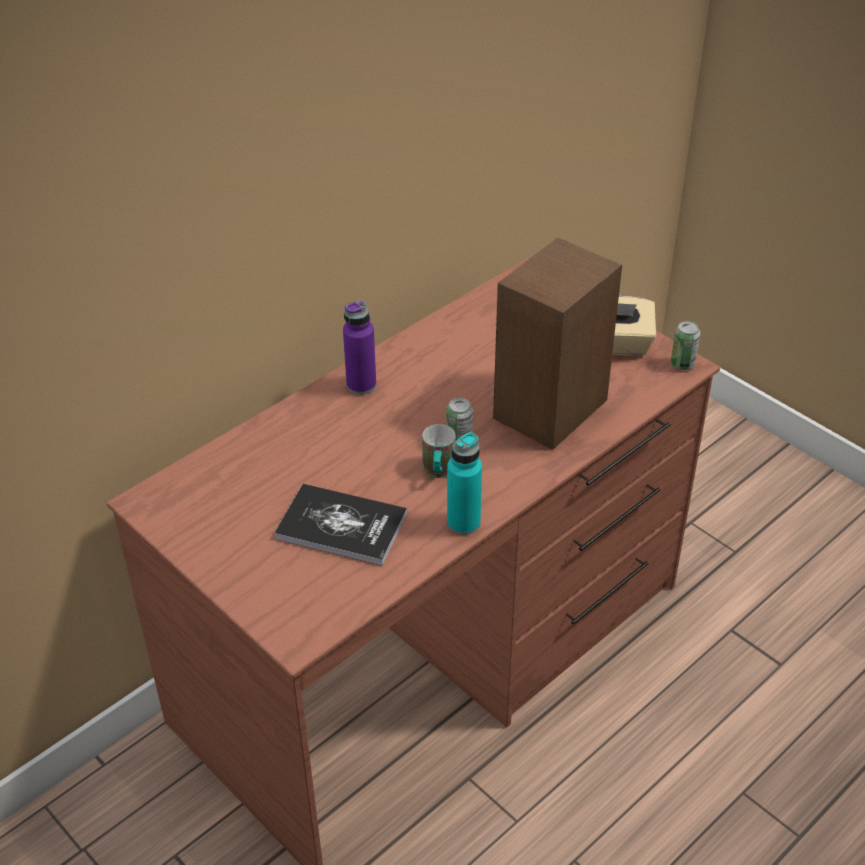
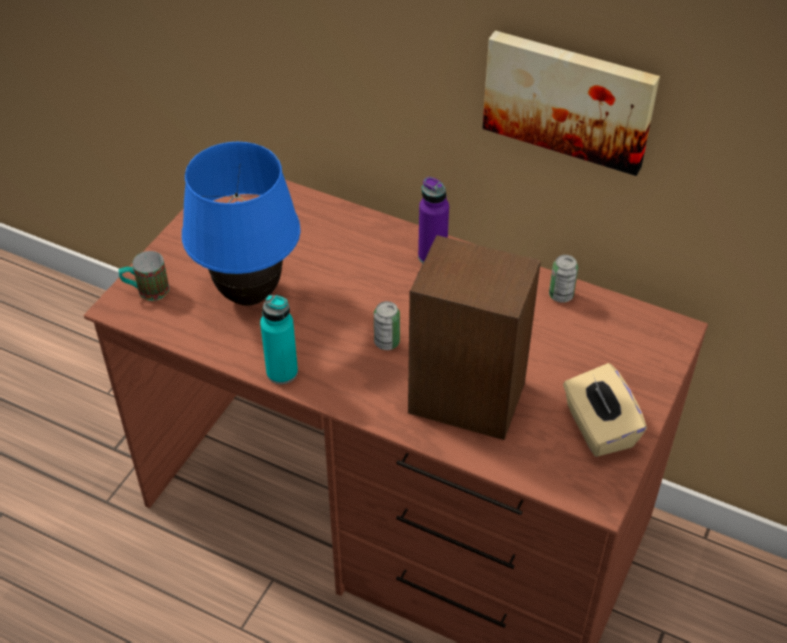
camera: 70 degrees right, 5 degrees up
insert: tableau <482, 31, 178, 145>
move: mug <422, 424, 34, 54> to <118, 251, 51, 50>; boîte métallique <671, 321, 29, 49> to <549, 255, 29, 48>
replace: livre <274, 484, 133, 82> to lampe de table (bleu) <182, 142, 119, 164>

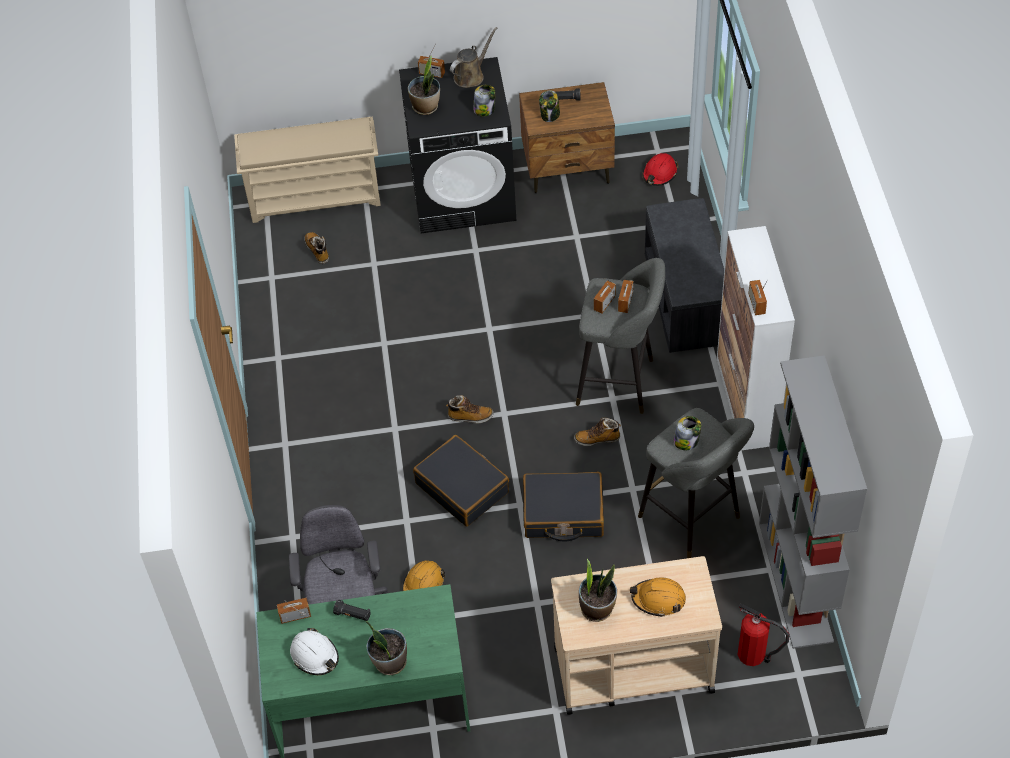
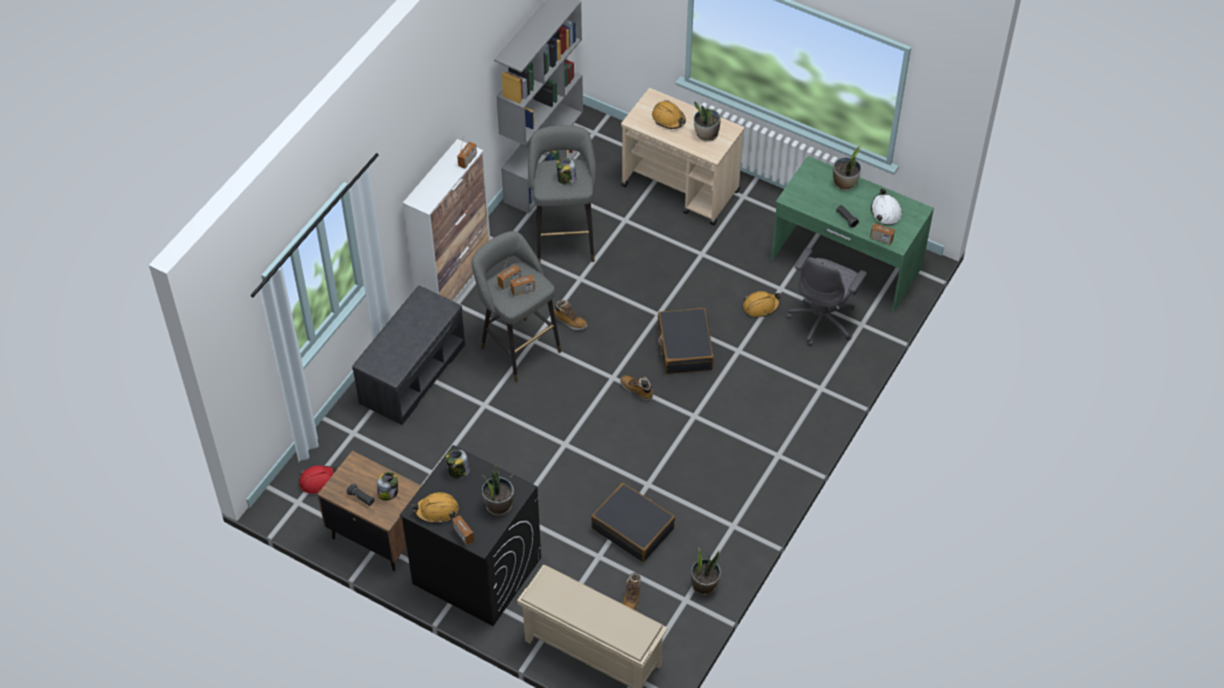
camera: 145 degrees left, 0 degrees up
delete: extincteur <738, 603, 51, 63>
insert: plante en pot <691, 547, 30, 48>
move: valise (noir) <523, 472, 81, 69> to <591, 483, 84, 79>
replace: arrosoir (marron) <450, 27, 47, 61> to casque de chantier (orange) <412, 492, 47, 32>

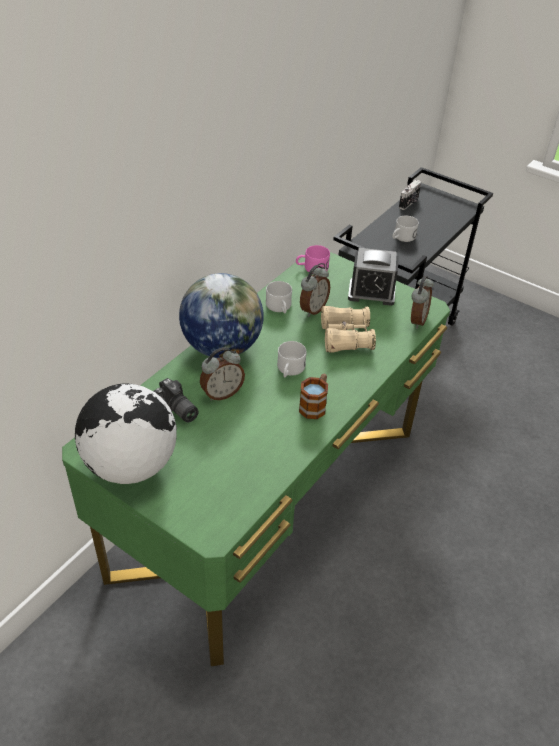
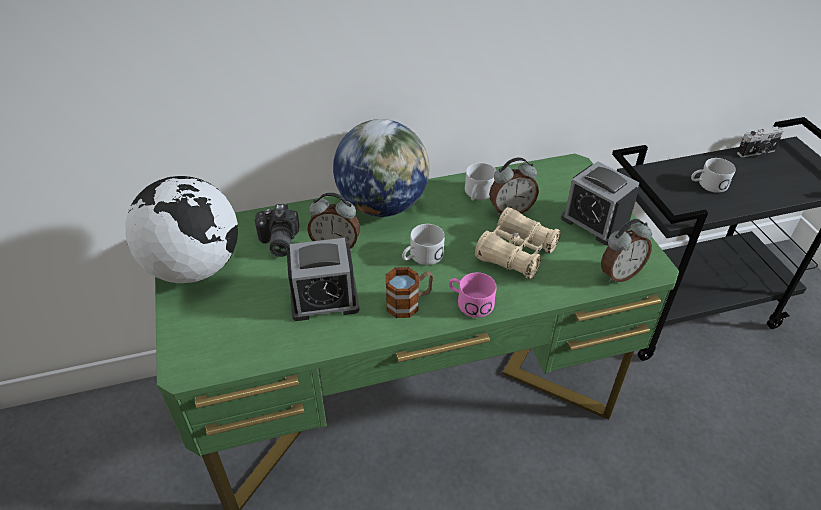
camera: 40 degrees right, 0 degrees up
insert: réveil <287, 238, 72, 83>
move: mug (rose) <296, 245, 34, 29> to <449, 273, 47, 45>

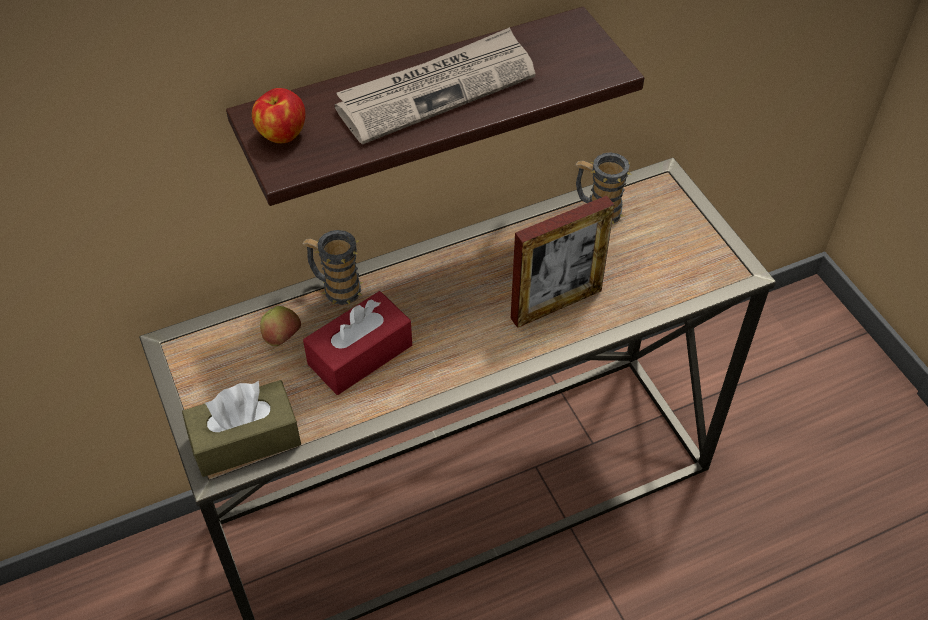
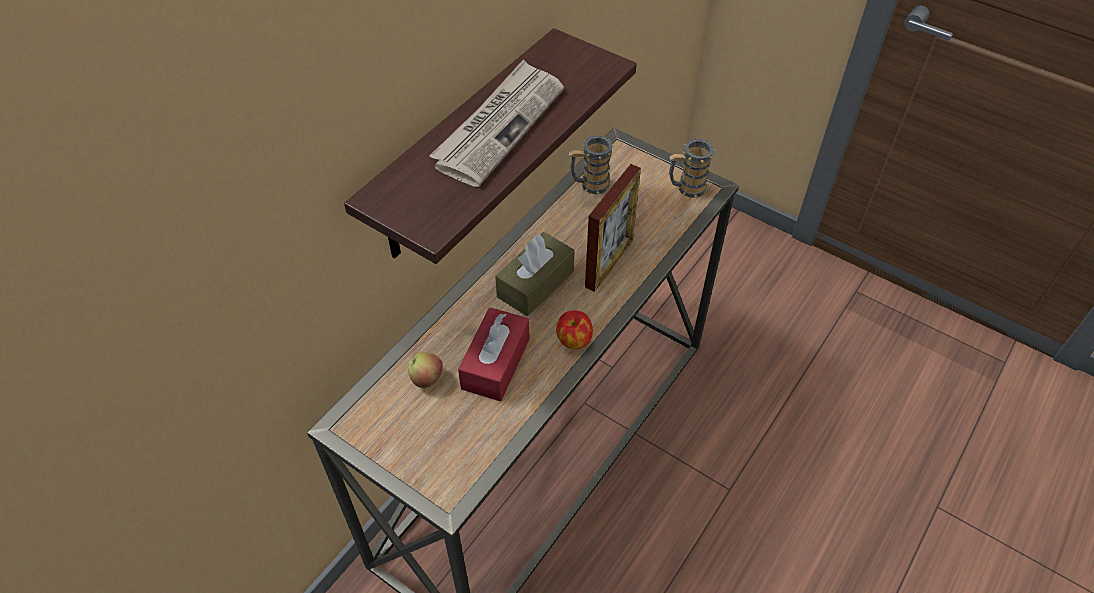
camera: 30 degrees left, 0 degrees up
move: boîte à mouchoirs (marron) <182, 380, 119, 97> to <495, 232, 80, 84>; pomme <252, 88, 53, 55> to <556, 310, 37, 39>; mug <303, 230, 60, 75> to <669, 139, 46, 59>

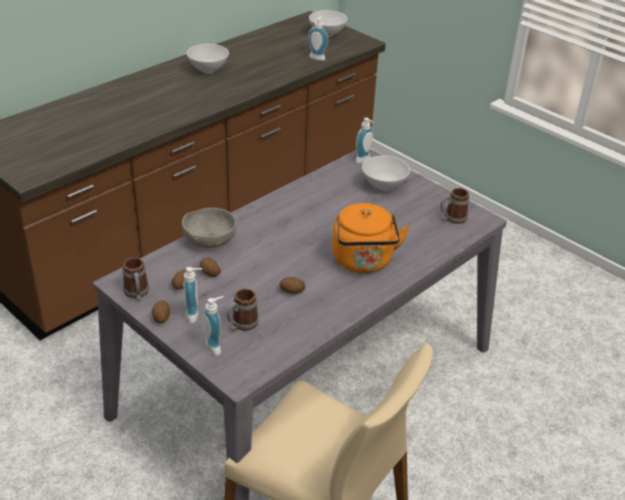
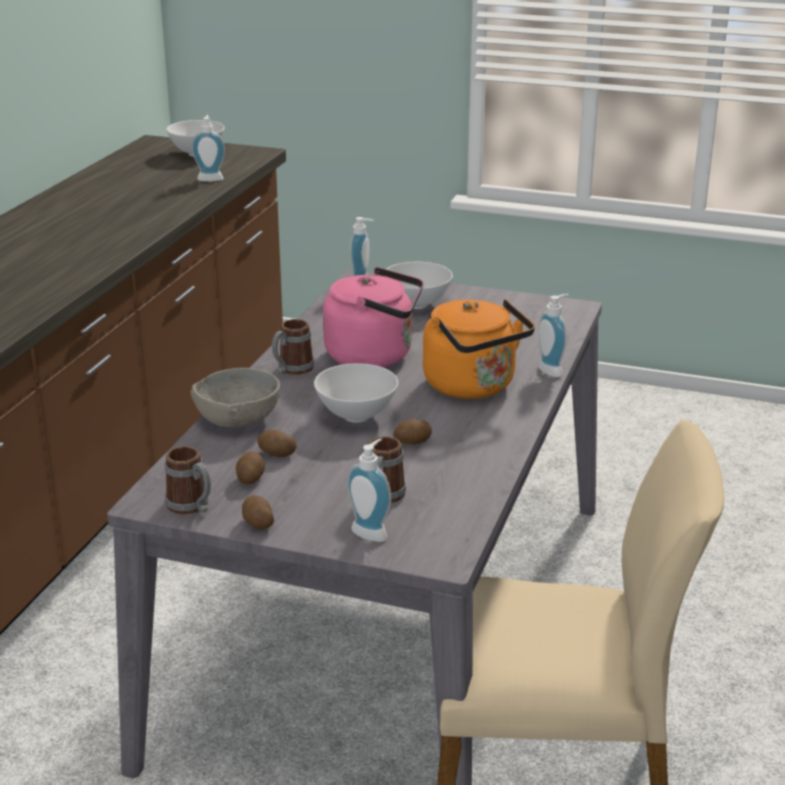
camera: 25 degrees left, 10 degrees down
insert: bouilloire (rose) <323, 267, 100, 100>
move: distributeur de savon <183, 267, 19, 56> to <538, 294, 31, 83>; bol (blanc) <187, 44, 42, 30> to <314, 363, 84, 60>; mug <440, 188, 29, 36> to <272, 319, 42, 56>

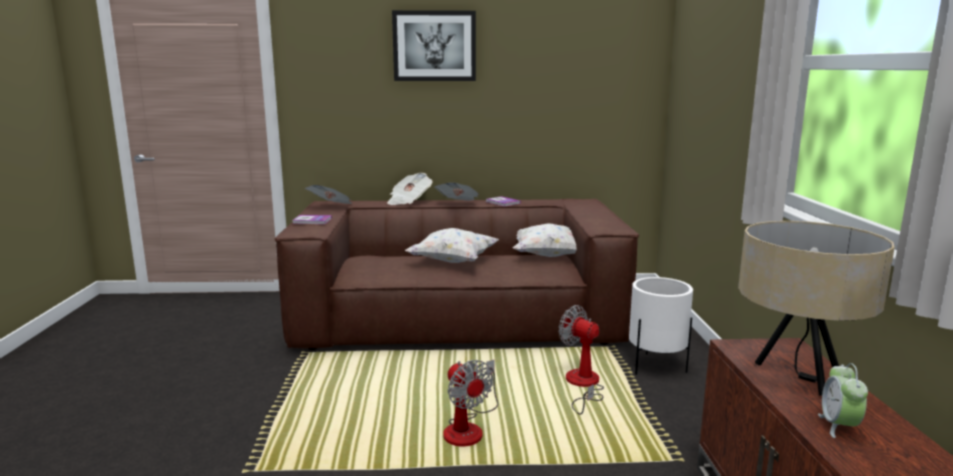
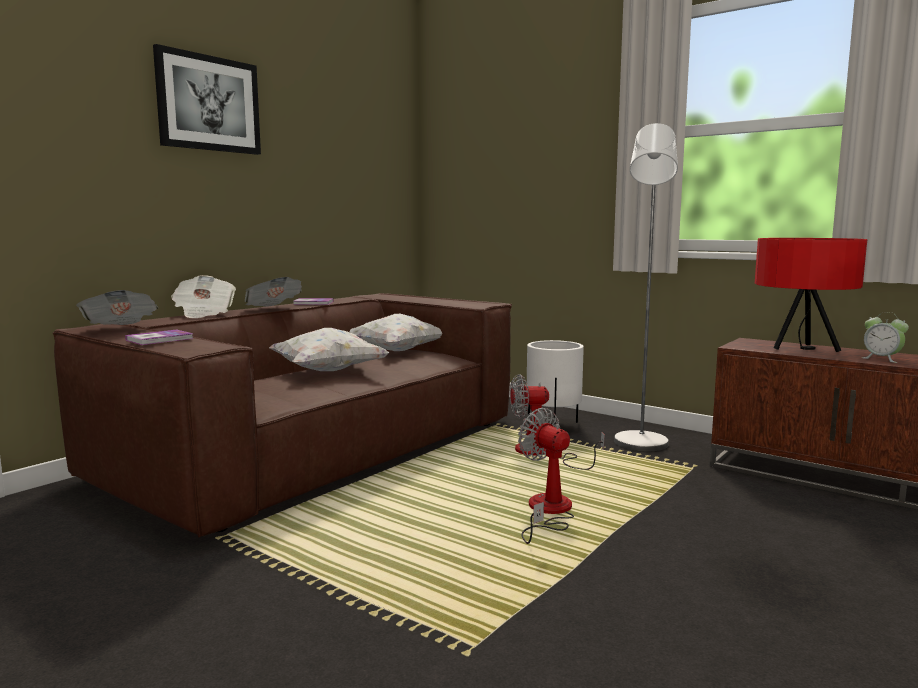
camera: 50 degrees left, 5 degrees down
insert: lampadaire (gris) <614, 123, 64, 328>
recolor: lampe de table (beige) <738, 221, 156, 175> to lampe de table (rouge) <755, 238, 112, 114>
rotate: ventilateur <443, 360, 55, 86> = <518, 408, 56, 136> 135 degrees counterclockwise

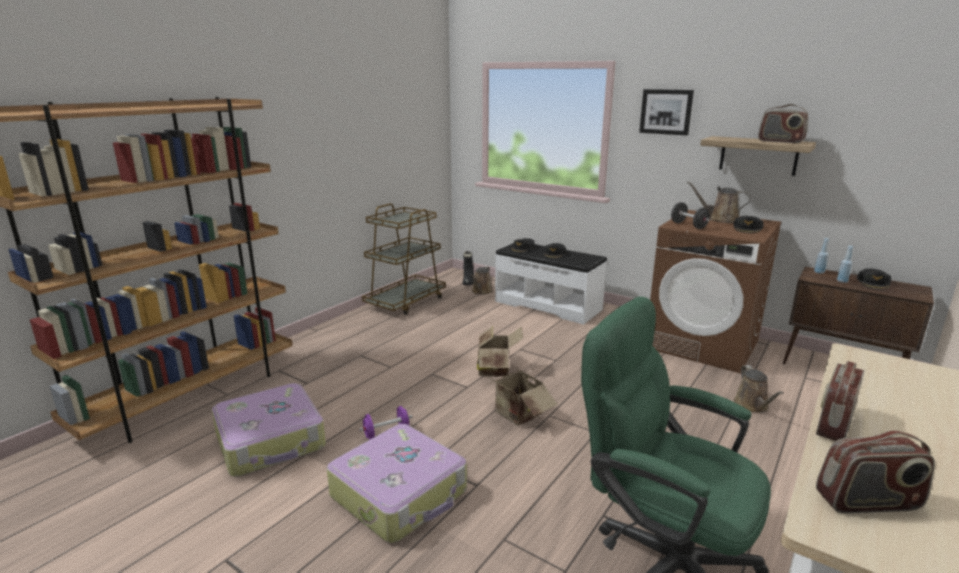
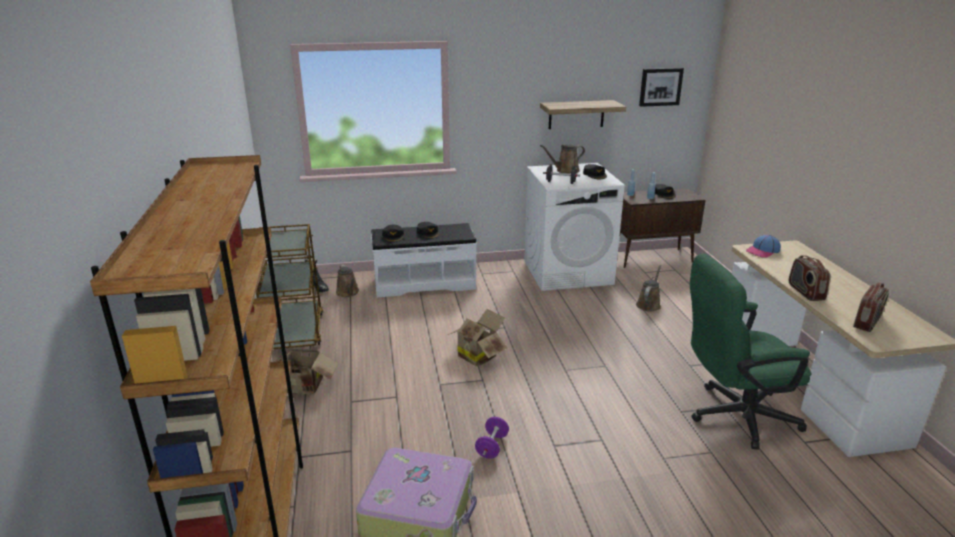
camera: 45 degrees left, 5 degrees up
delete: valise <327, 424, 140, 119>; radio <758, 104, 50, 39>
insert: casquette <746, 235, 35, 23>
move: carton <484, 367, 74, 59> to <276, 348, 62, 46>; tableau <639, 89, 55, 46> to <639, 68, 45, 39>
recolor: lave-linge (marron) <650, 210, 131, 163> to lave-linge (blanc) <524, 163, 101, 128>
rotate: arrosoir (marron) <734, 365, 50, 48> = <636, 265, 25, 46> 105 degrees counterclockwise

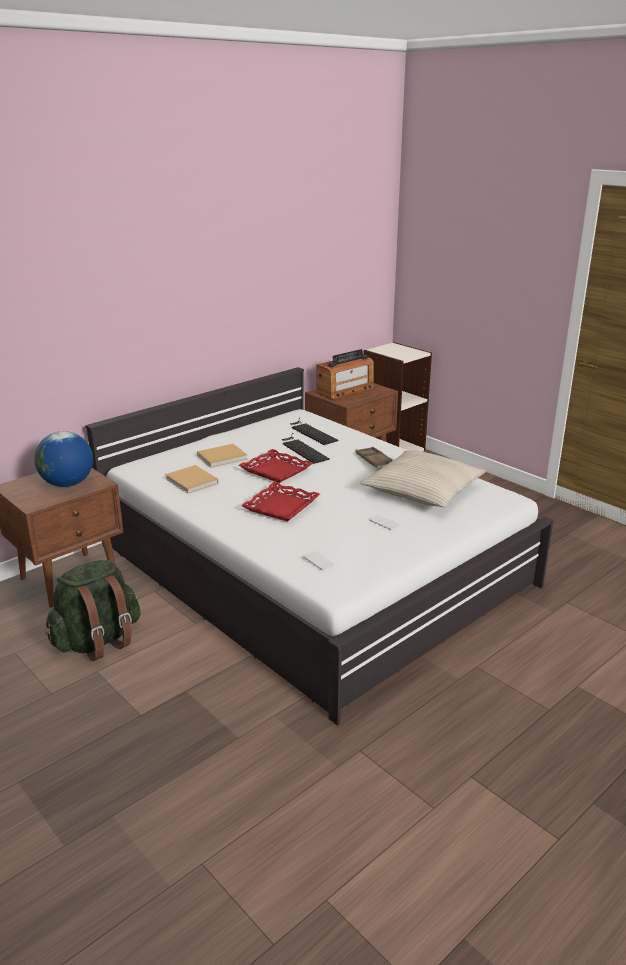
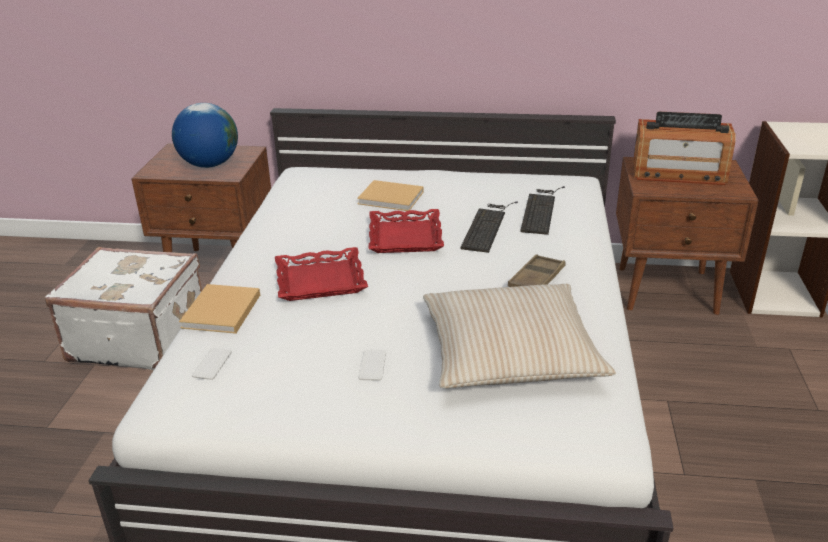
camera: 50 degrees right, 5 degrees up
move: livre (beige) <165, 465, 54, 29> to <179, 284, 81, 50>
replace: sac à dos (vert) <45, 560, 96, 101> to valise (blanc) <45, 247, 157, 123>

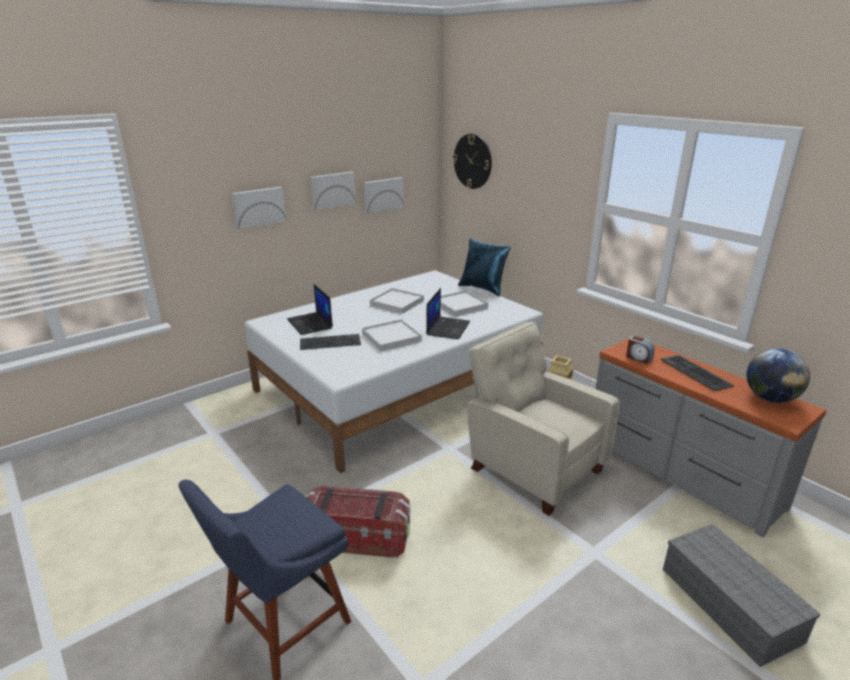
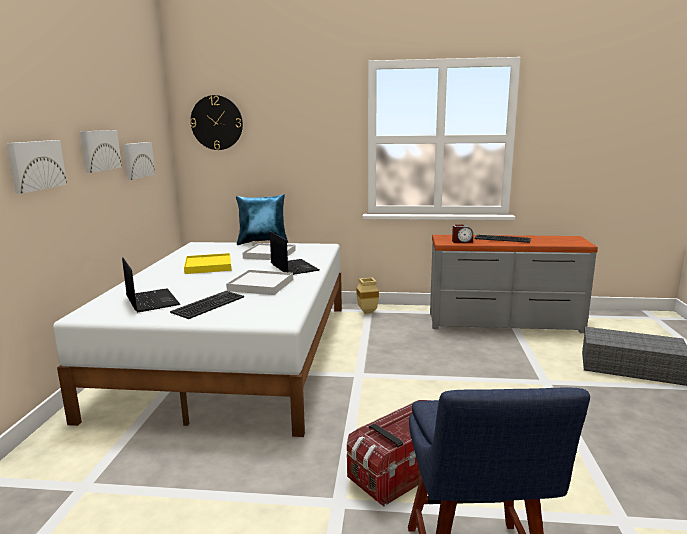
camera: 45 degrees left, 10 degrees down
delete: fauteuil (beige) <467, 322, 153, 194>; globe <746, 348, 64, 55>
recolor: plateau (blanc) <370, 288, 54, 26> to plateau (jaune) <184, 253, 47, 21>
rotate: ordinateur portable <287, 284, 46, 51> = <122, 257, 58, 56> 135 degrees counterclockwise

